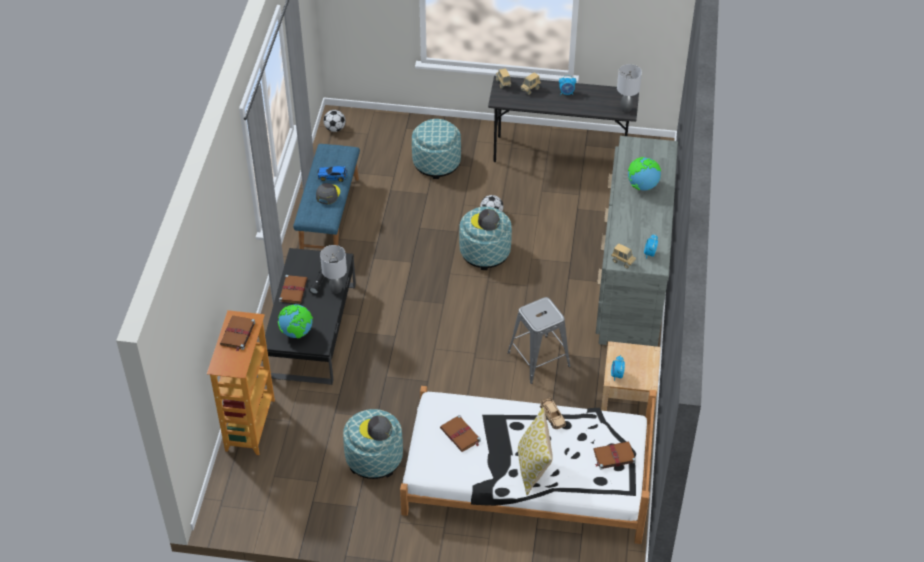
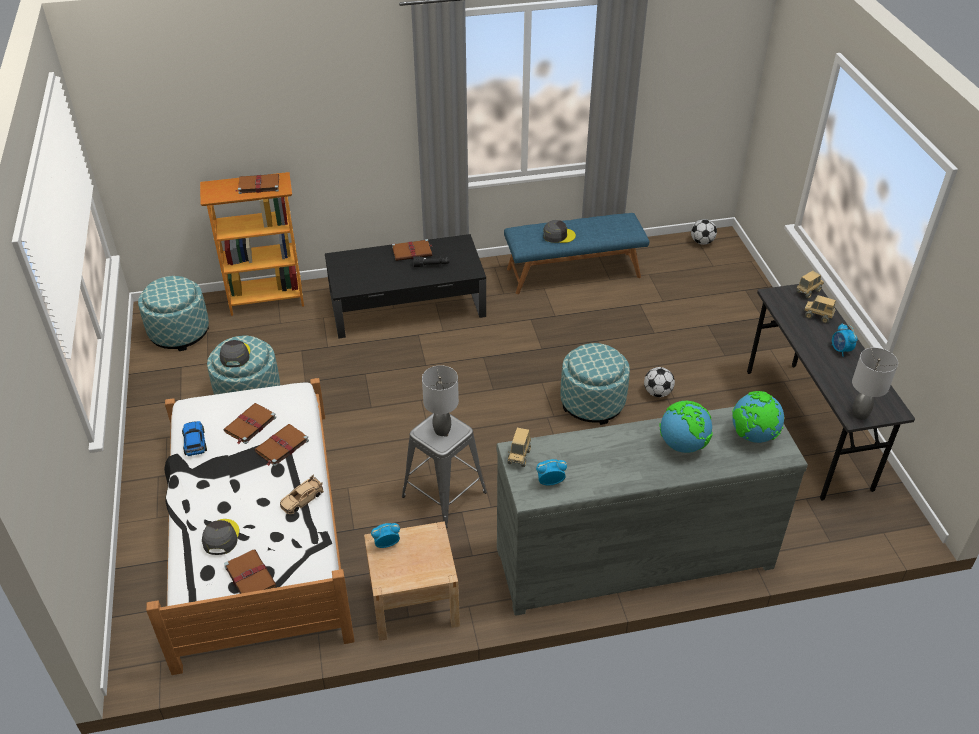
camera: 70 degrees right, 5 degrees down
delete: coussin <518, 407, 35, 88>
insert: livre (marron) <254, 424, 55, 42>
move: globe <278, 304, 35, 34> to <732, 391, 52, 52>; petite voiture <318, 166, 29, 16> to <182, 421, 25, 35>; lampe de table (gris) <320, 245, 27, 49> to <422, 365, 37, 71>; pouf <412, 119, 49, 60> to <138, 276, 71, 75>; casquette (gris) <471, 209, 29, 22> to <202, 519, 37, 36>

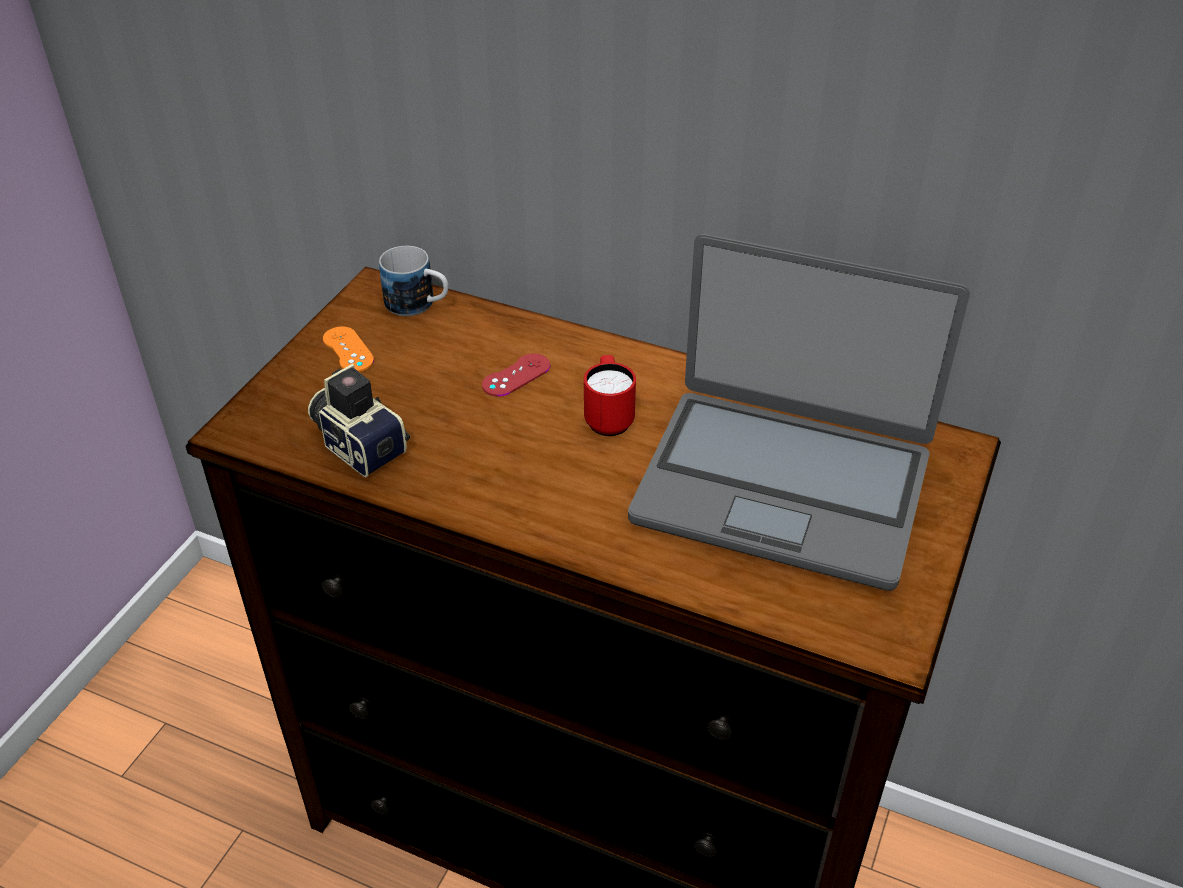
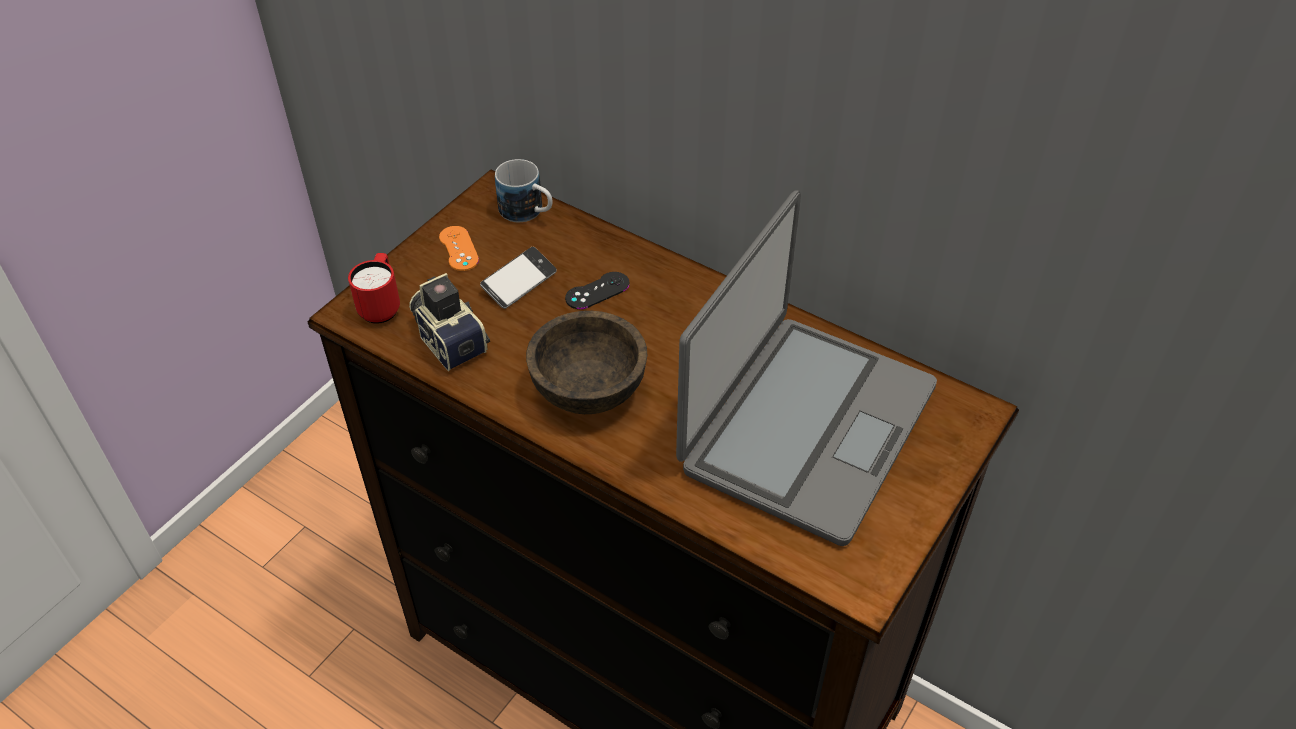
camera: 10 degrees right, 5 degrees up
insert: téléphone <480, 247, 77, 62>; bol (marron) <526, 311, 122, 103>
move: mug (rouge) <584, 355, 52, 81> to <348, 253, 52, 71>
recolor: manette (rouge) <482, 353, 68, 43> to manette (noir) <565, 272, 64, 37>
rotate: ordinateur portable <628, 233, 342, 358> = <676, 190, 261, 356> 90 degrees counterclockwise

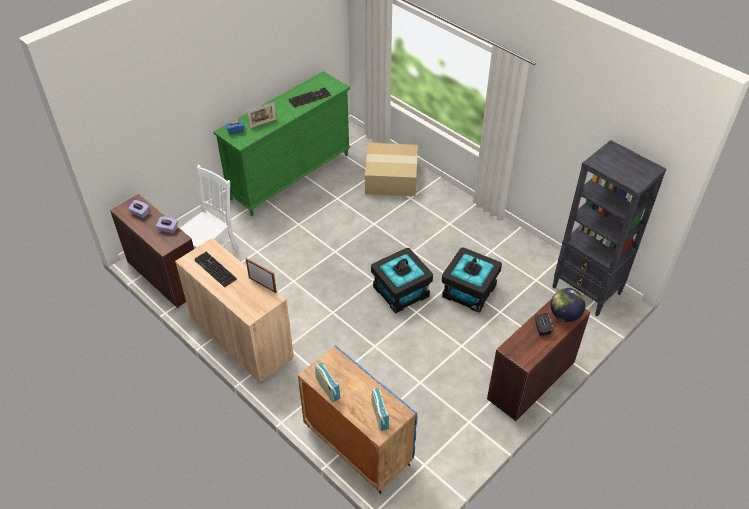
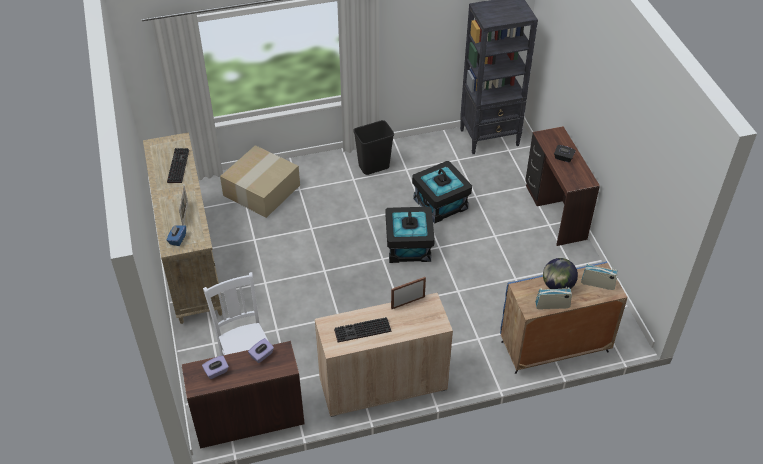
camera: 60 degrees left, 0 degrees up
insert: poubelle (noir) <353, 120, 41, 55>
move: globe <551, 288, 34, 34> to <543, 258, 35, 31>
recolor: commode (vert) <214, 71, 137, 145> to commode (beige) <143, 132, 79, 192>

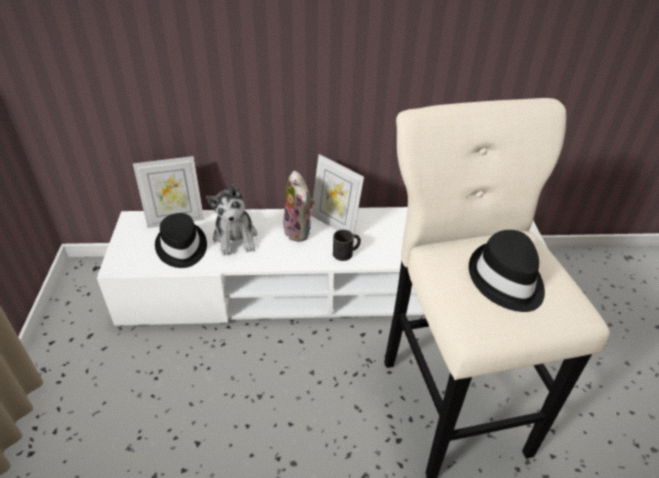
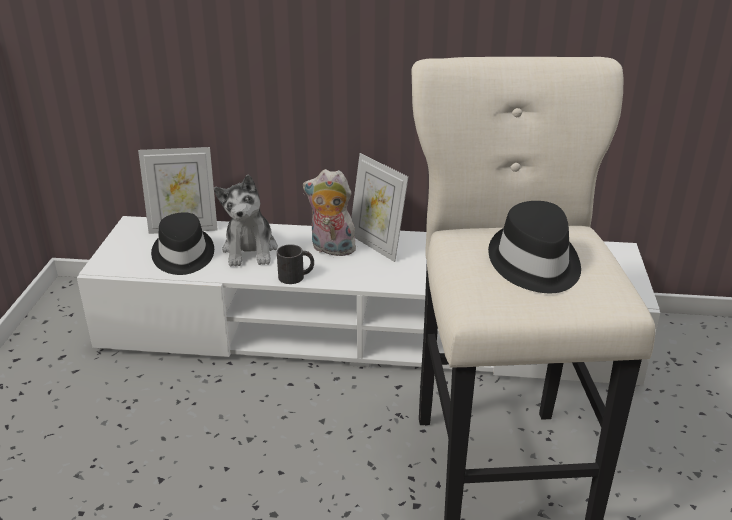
camera: 10 degrees right, 10 degrees down
move: mug (noir) <333, 230, 28, 31> to <277, 244, 37, 40>
rotate: peluche <283, 171, 31, 71> = <303, 169, 58, 87> 120 degrees clockwise

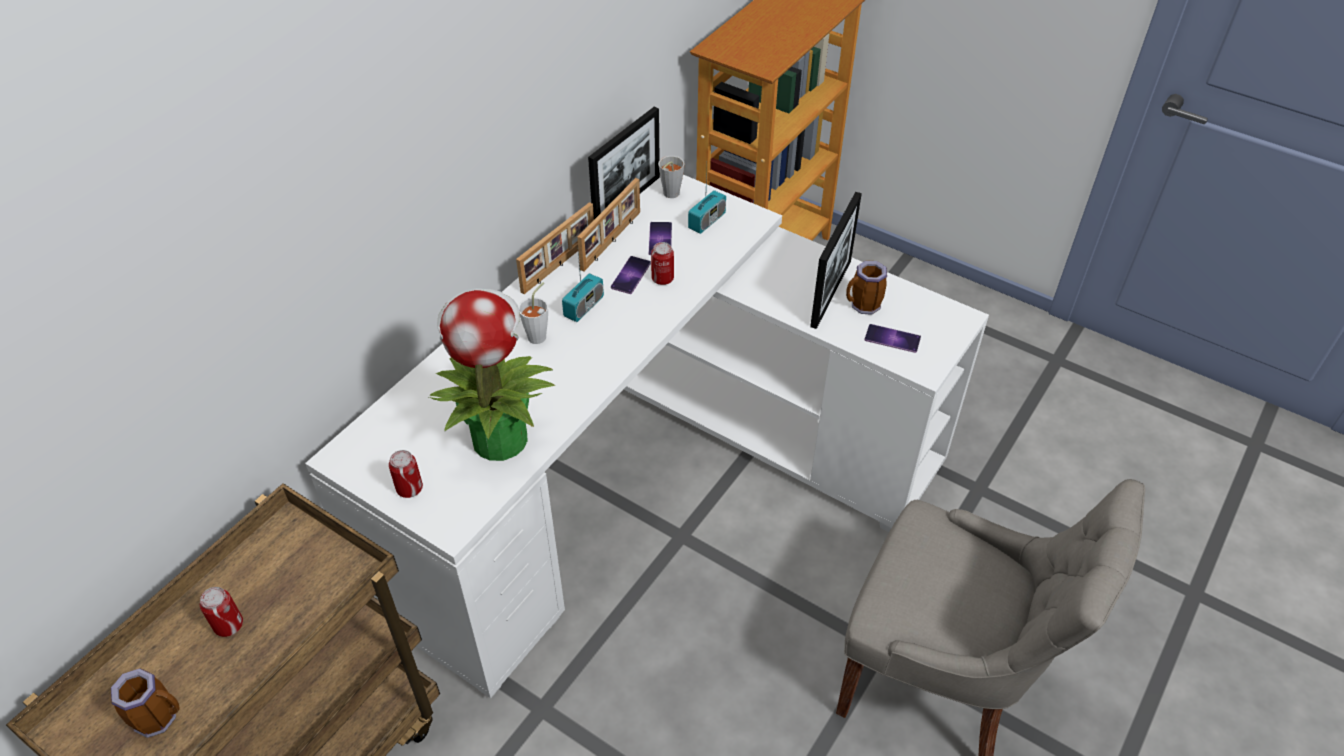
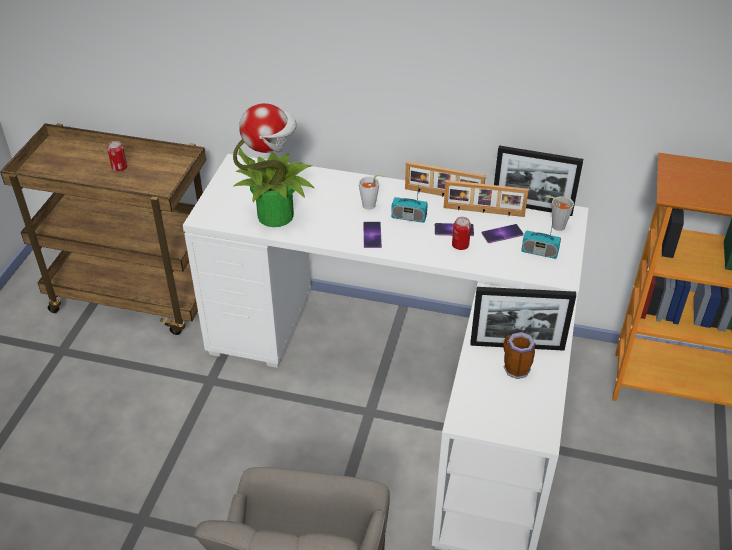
camera: 70 degrees right, 5 degrees down
delete: mug <111, 669, 68, 69>; boîte métallique <389, 450, 34, 48>
move: téléphone <865, 324, 56, 29> to <363, 222, 19, 26>

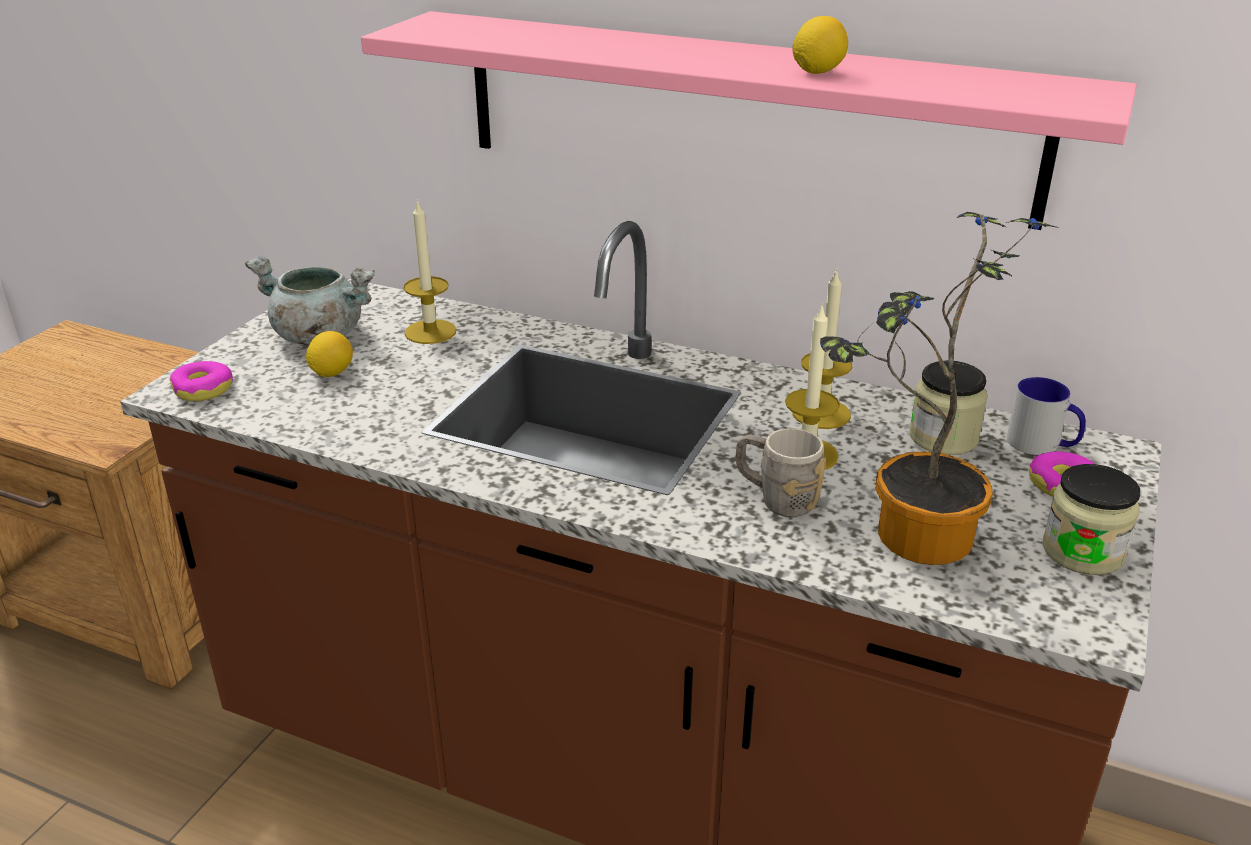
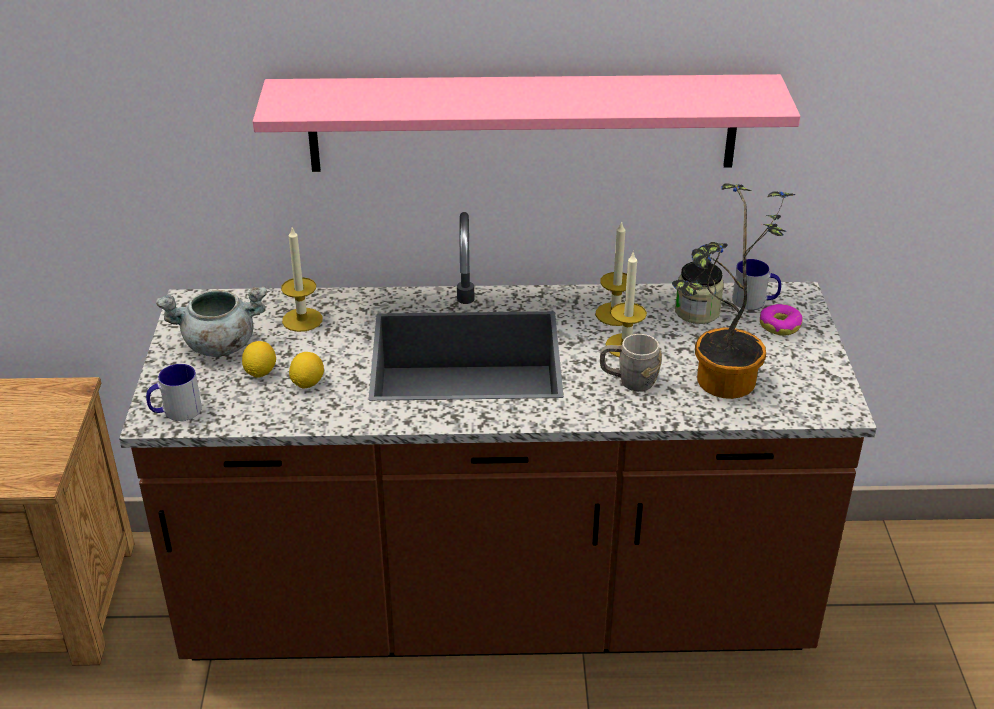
camera: 25 degrees left, 5 degrees up
delete: bocal <1042, 464, 98, 111>
move: citron <792, 16, 56, 58> to <289, 352, 35, 37>
replace: beignet <169, 361, 64, 40> to mug <146, 364, 56, 57>

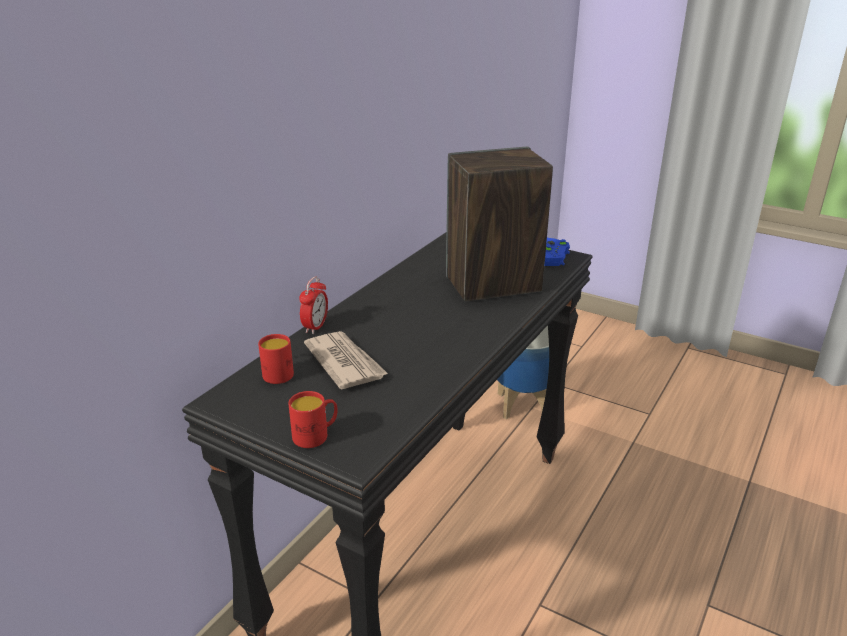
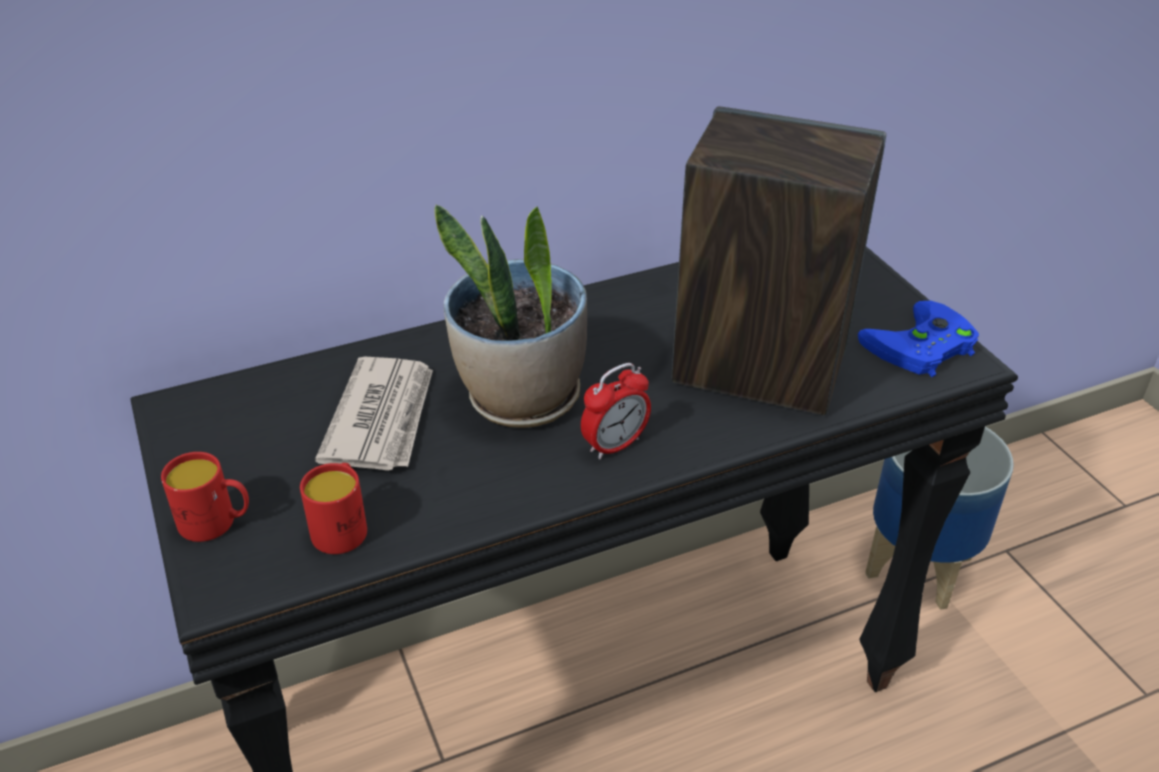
camera: 35 degrees right, 10 degrees up
insert: plante en pot <434, 204, 153, 224>
move: mug (rouge) <258, 334, 36, 50> to <300, 463, 67, 91>; réveil <299, 276, 29, 58> to <581, 363, 70, 97>

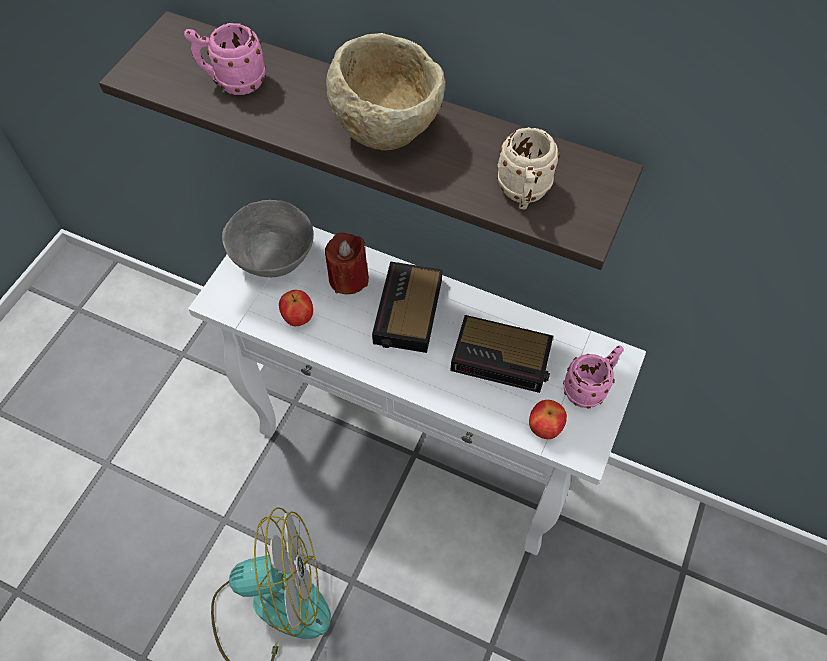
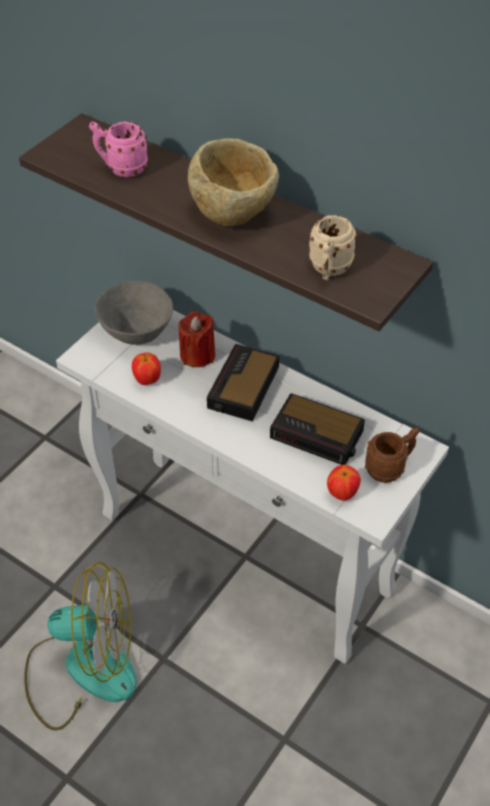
camera: 10 degrees right, 10 degrees down
recolor: mug (rose) <563, 345, 61, 64> to mug (marron) <365, 428, 54, 55>

